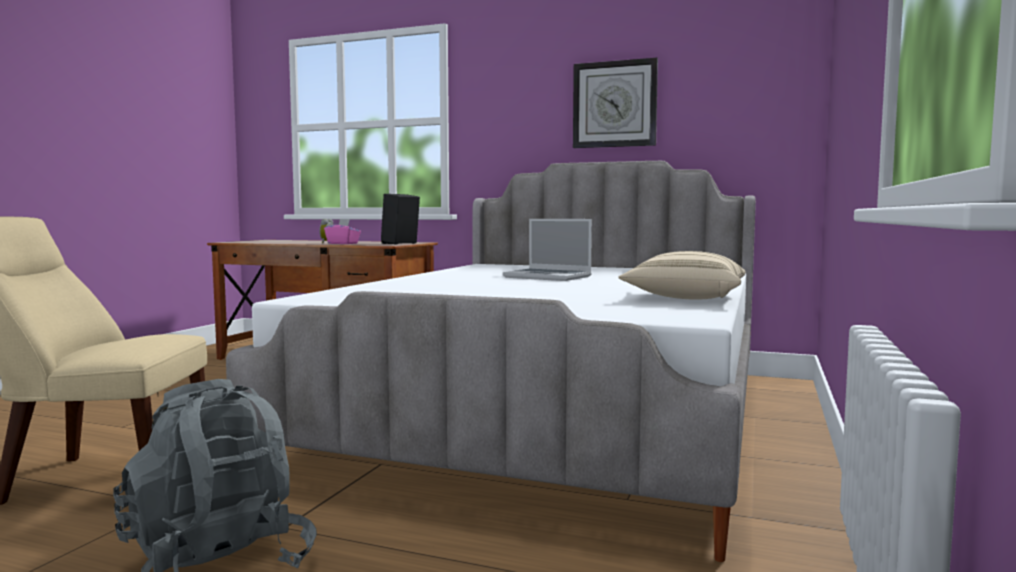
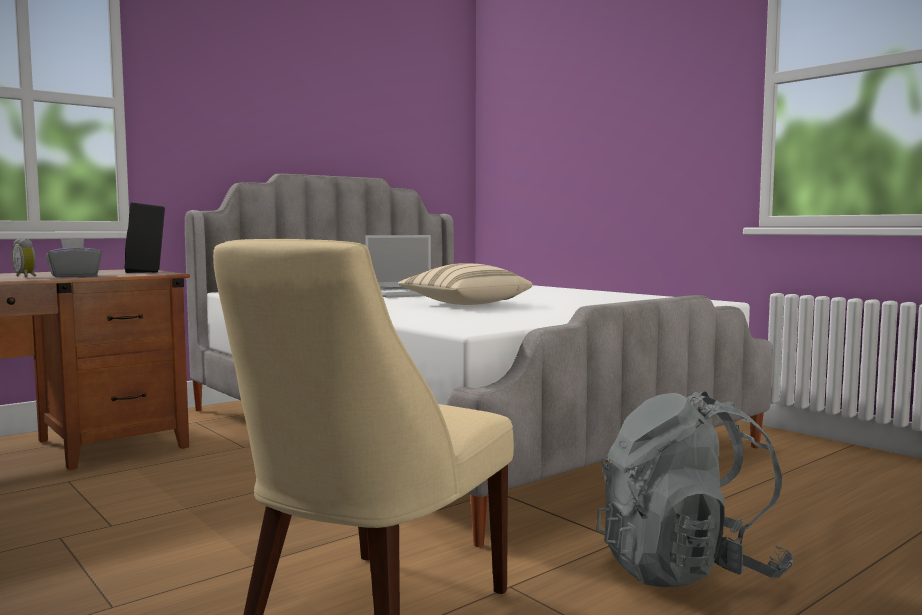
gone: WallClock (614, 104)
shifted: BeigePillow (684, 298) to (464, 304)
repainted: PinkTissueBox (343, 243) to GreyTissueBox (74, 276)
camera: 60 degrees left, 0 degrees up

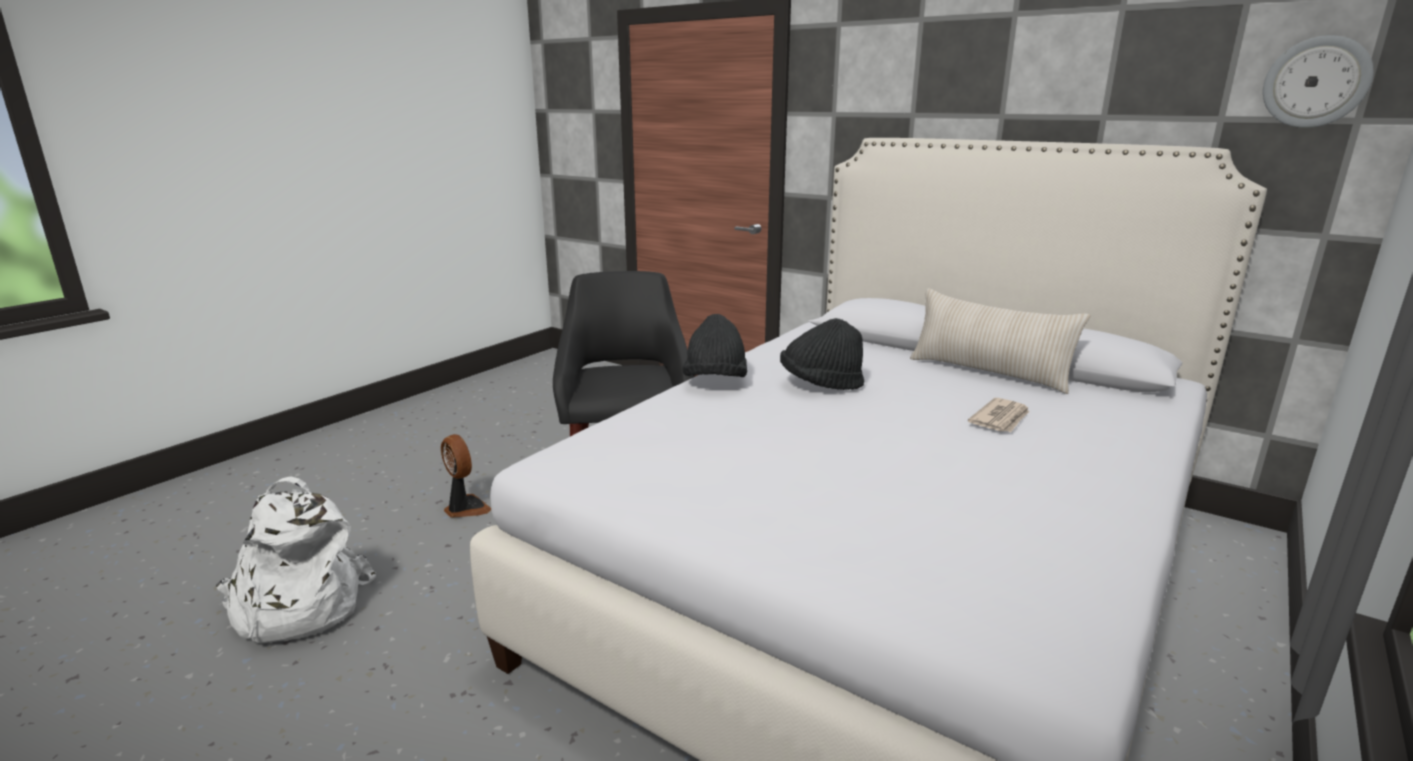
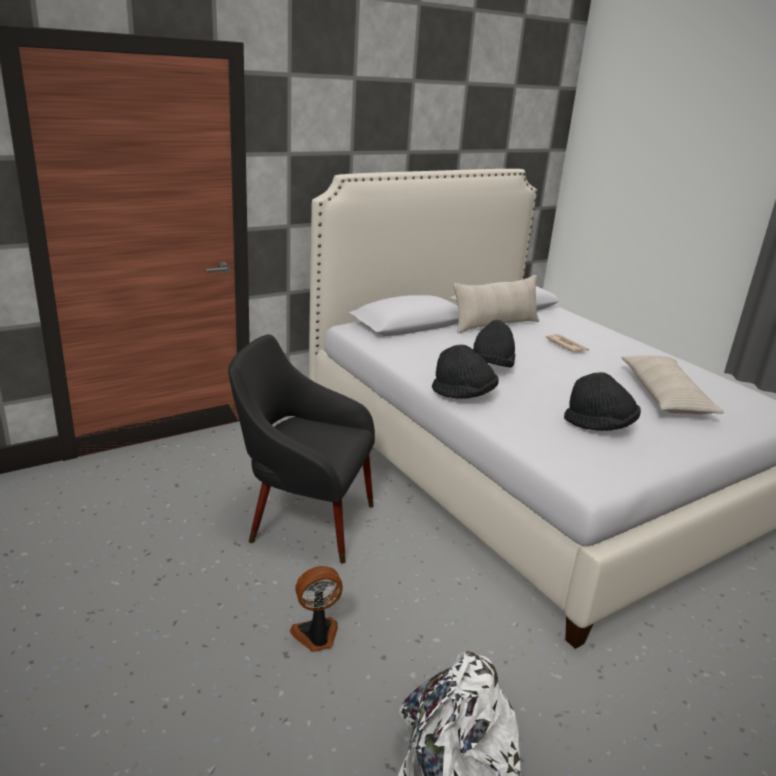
gone: WallClock (1316, 82)
new: BlackHat (599, 425); BeigePillow (665, 396)
camera: 70 degrees left, 5 degrees up

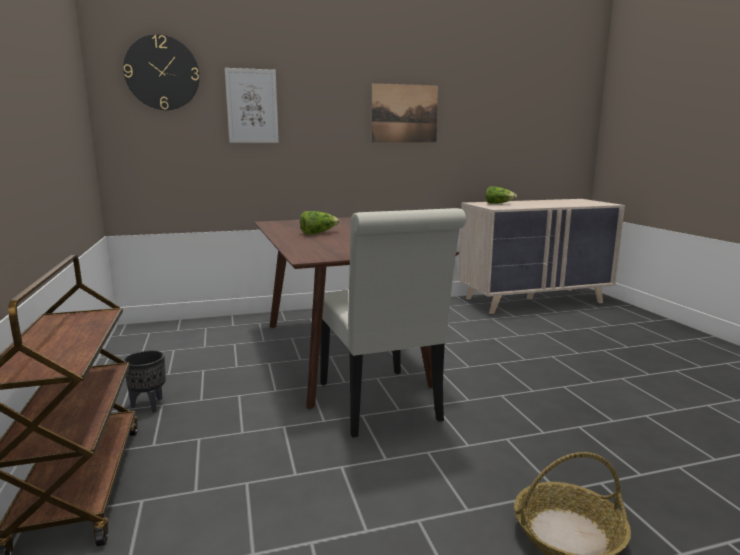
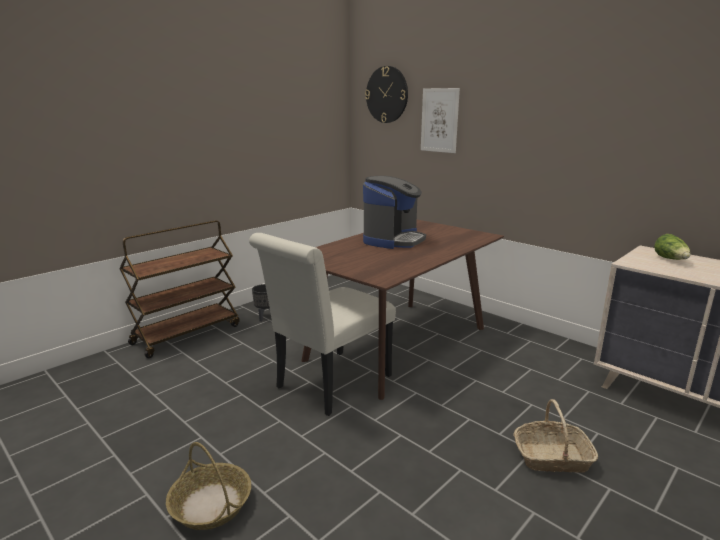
gone: Picture (404, 113)
new: Basket (552, 457)
swapped: Lettuce (318, 233) to CoffeeMachine (393, 240)
camera: 60 degrees right, 5 degrees up

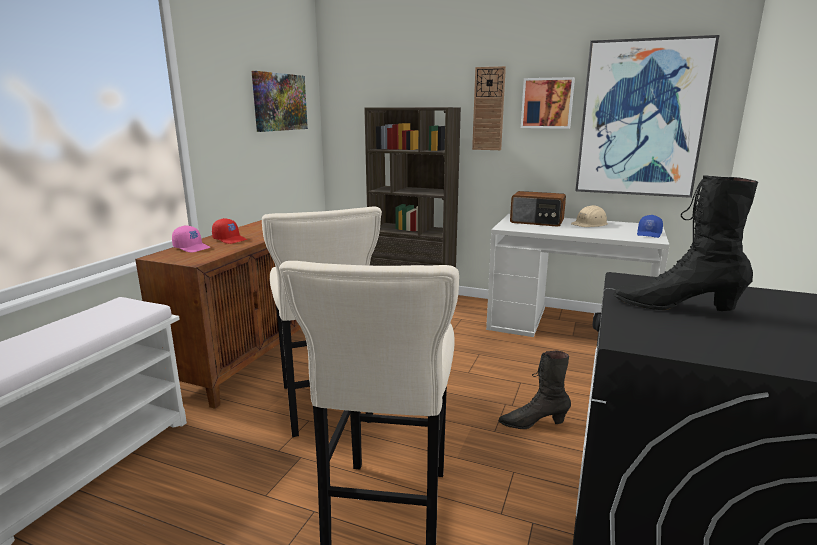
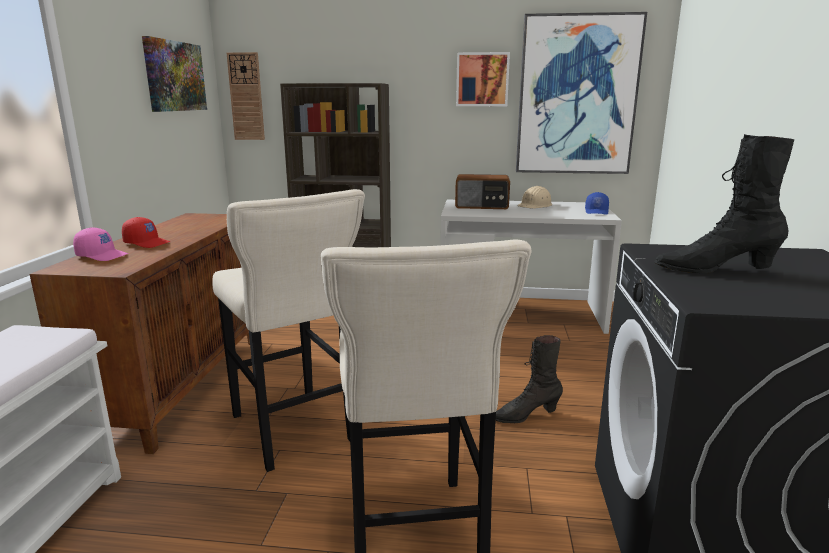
shifted: WallClock (488, 109) to (246, 97)
camera: 15 degrees left, 0 degrees up

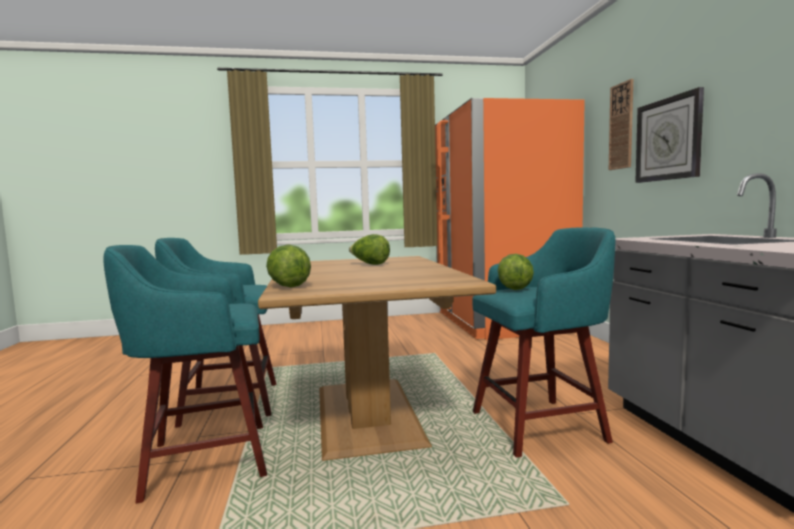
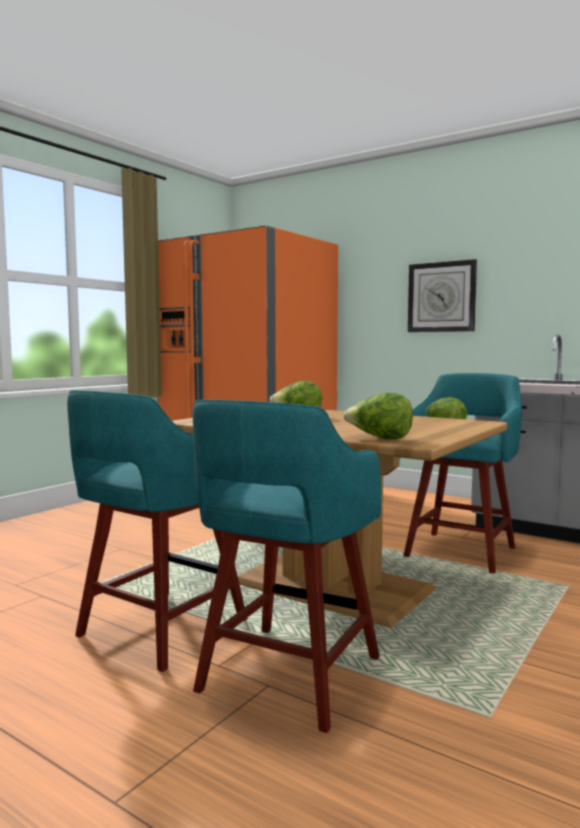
gone: WallClock (621, 126)
camera: 45 degrees left, 0 degrees up

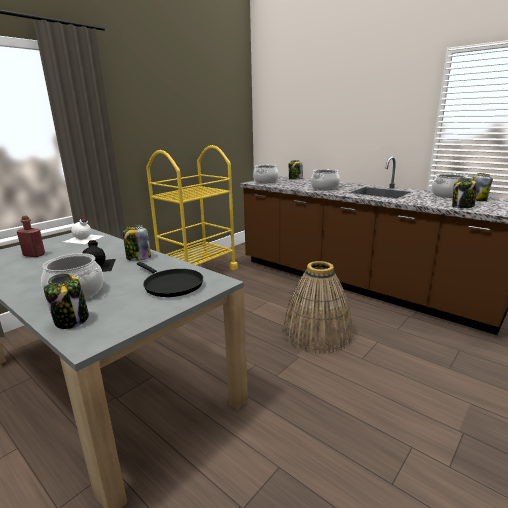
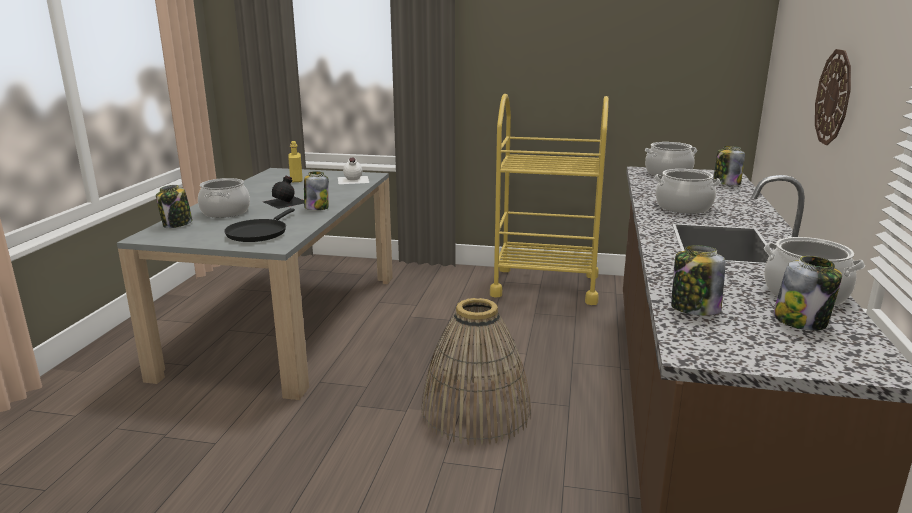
new: WallClock (834, 97)
repainted: RedBottle (34, 255) to YellowBottle (296, 180)
camera: 60 degrees right, 0 degrees up

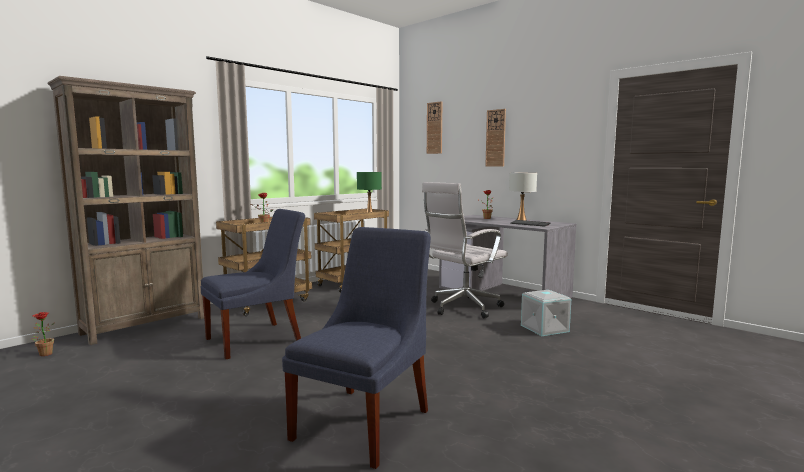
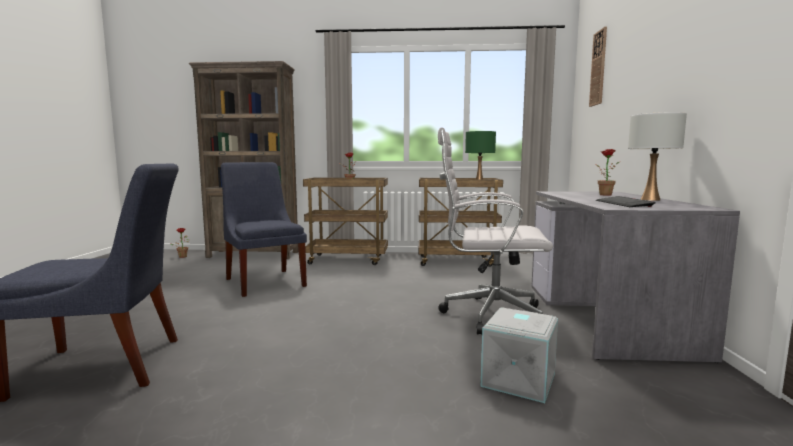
gone: WallClock (495, 138)
rotated: BlueChair (258, 339) = (265, 281) 135 degrees counterclockwise
camera: 50 degrees right, 0 degrees up

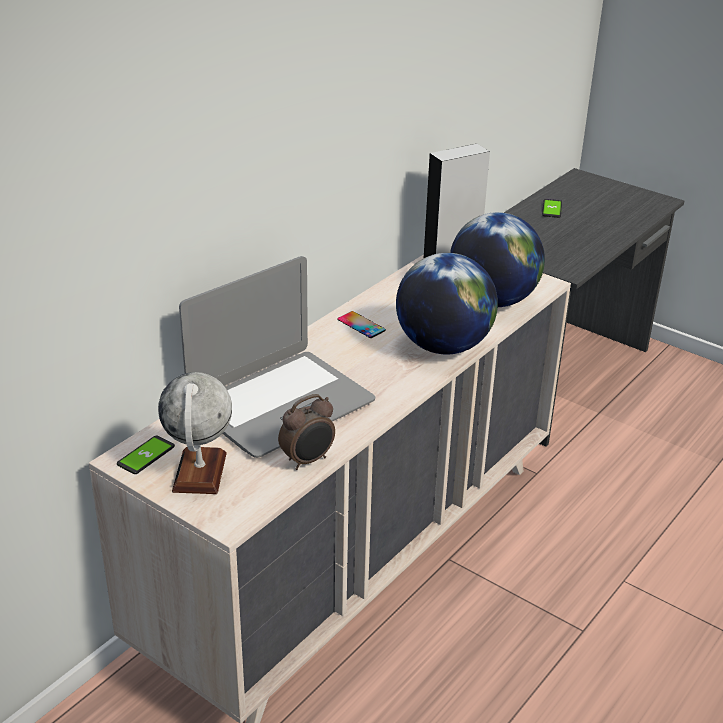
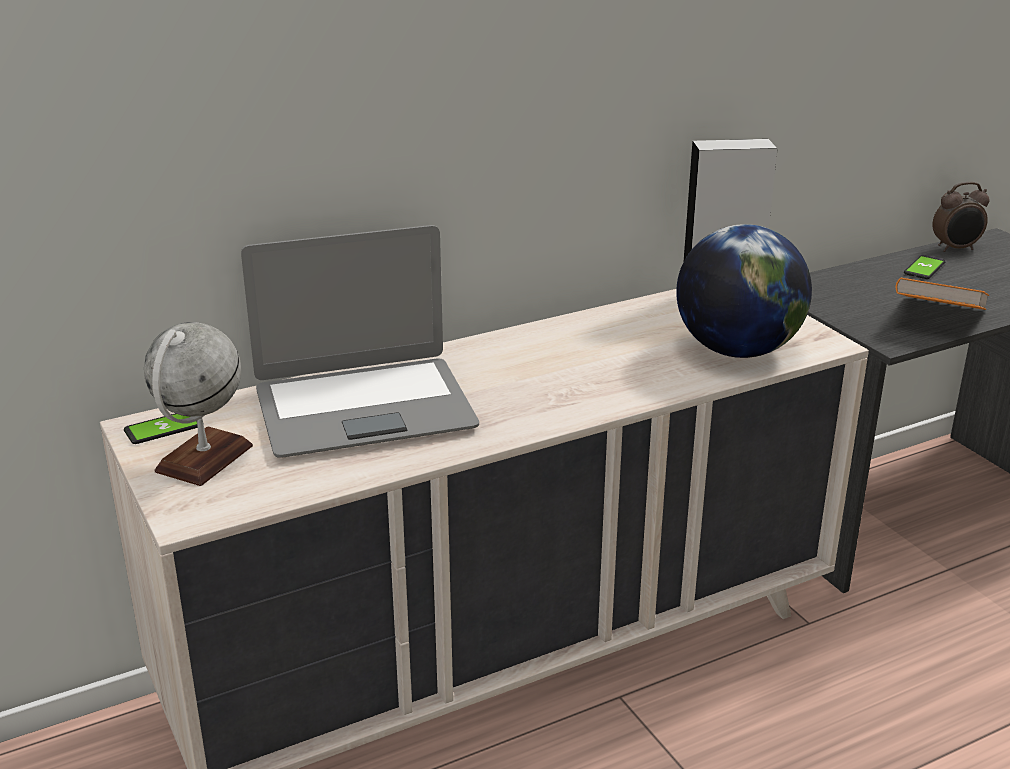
gone: Phone (361, 325); Globe (443, 346)
new: OrangeBook (938, 319)
shifted: AlarmClock (308, 460) to (956, 249)
camera: 25 degrees right, 5 degrees down

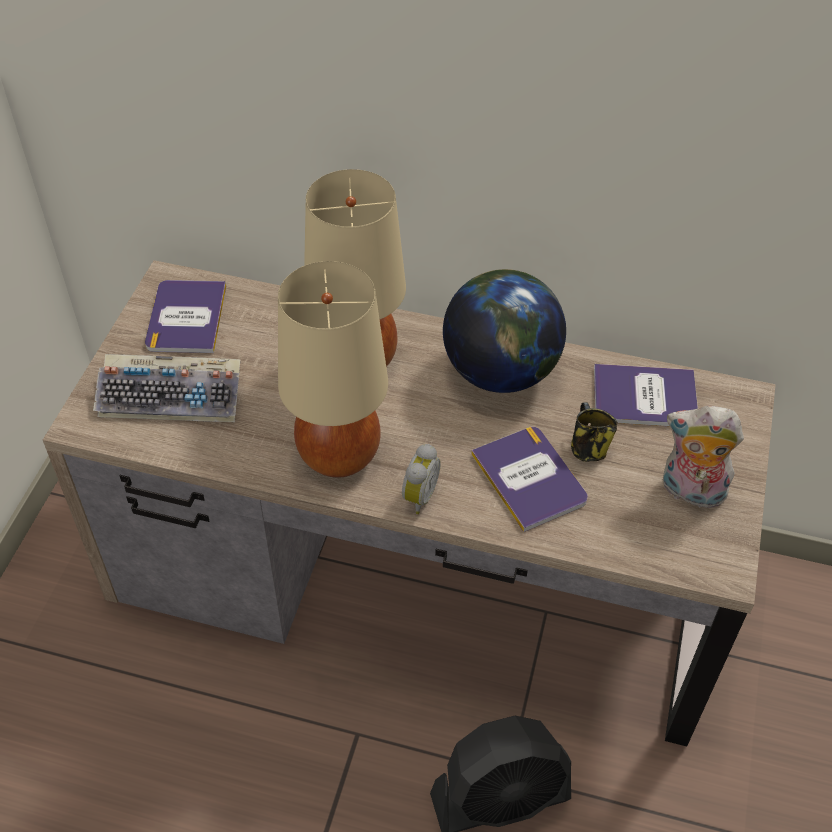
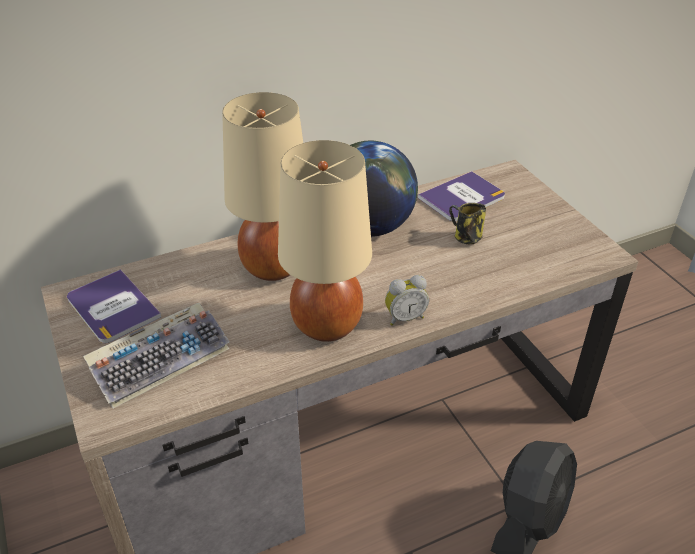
gone: Book (529, 478); PlushToy (690, 492)
rotated: AlarmClock (417, 495) = (404, 317) 90 degrees clockwise
camera: 40 degrees left, 10 degrees down

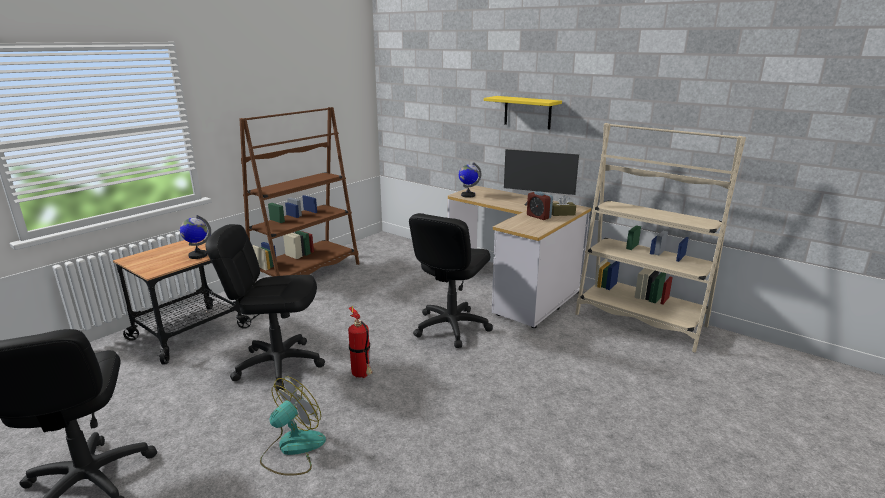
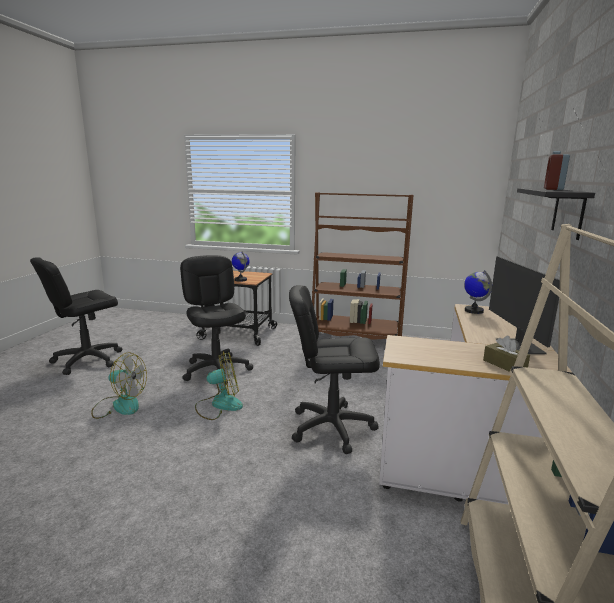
shifted: AlarmClock (538, 216) to (553, 189)
swapped: FireExtinguisher (362, 375) to Fan (219, 405)
repainted: YellowShelf (527, 112) to BlackShelf (568, 212)
camera: 65 degrees right, 5 degrees down

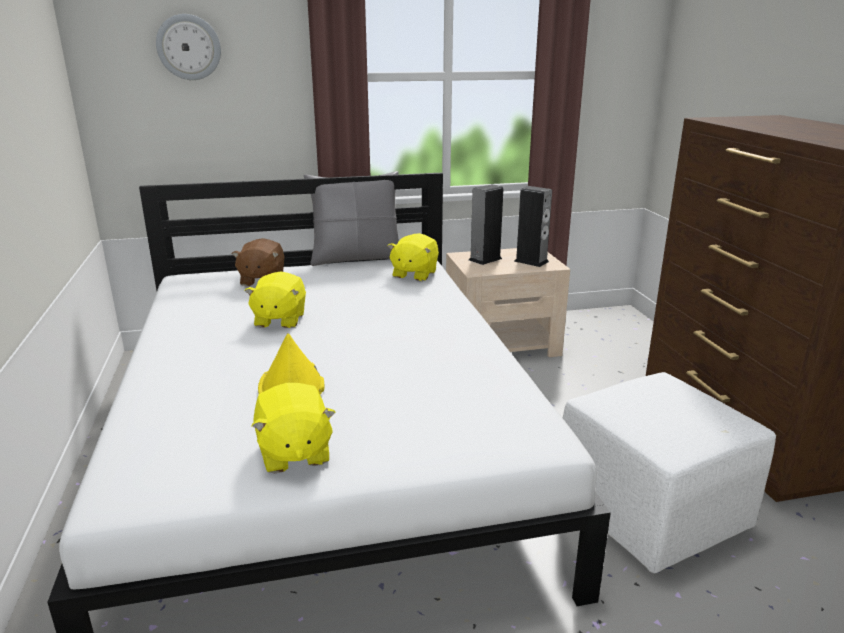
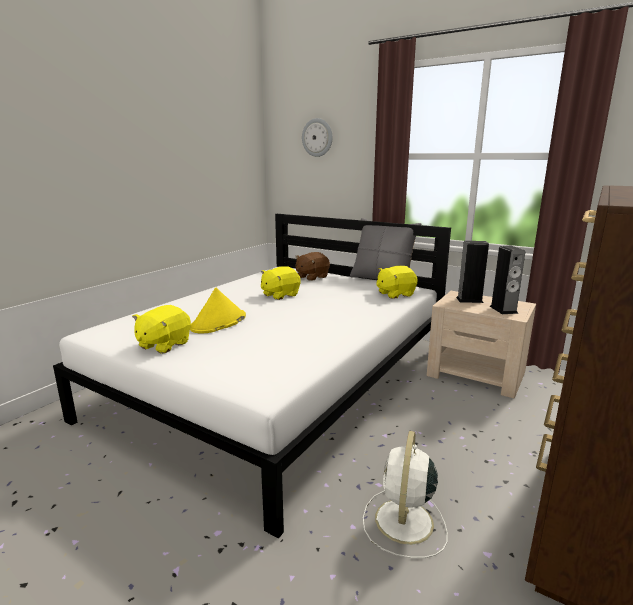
swapped: WhiteOttoman (652, 514) to WhiteFan (403, 523)
camera: 45 degrees right, 5 degrees down

